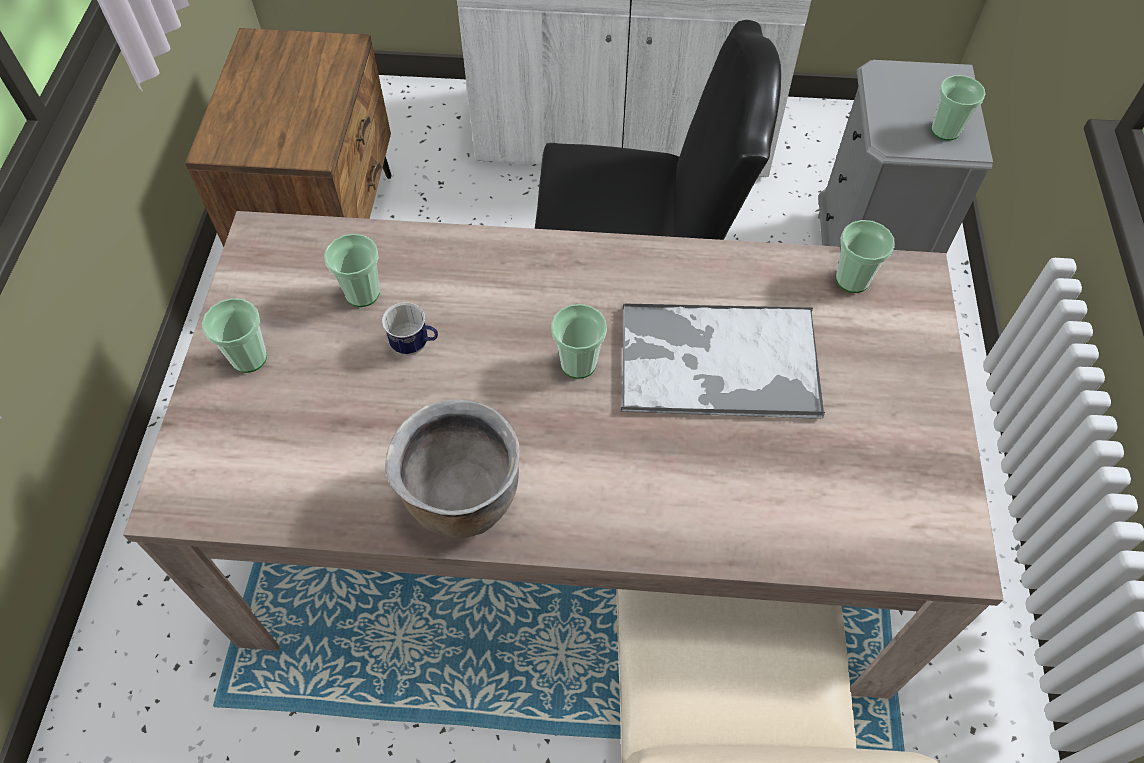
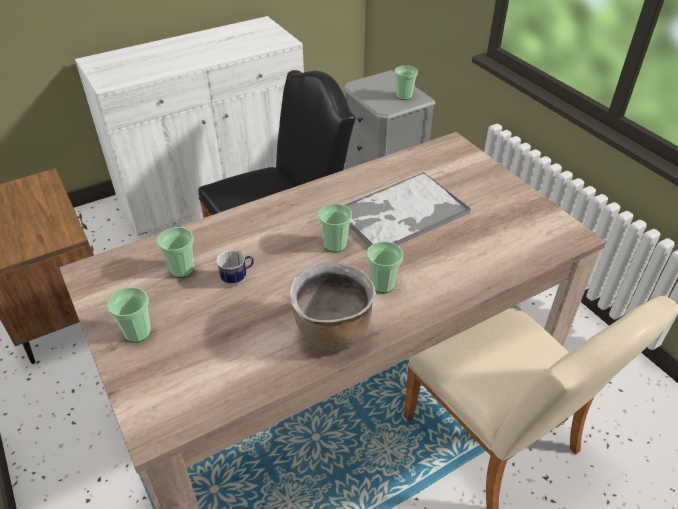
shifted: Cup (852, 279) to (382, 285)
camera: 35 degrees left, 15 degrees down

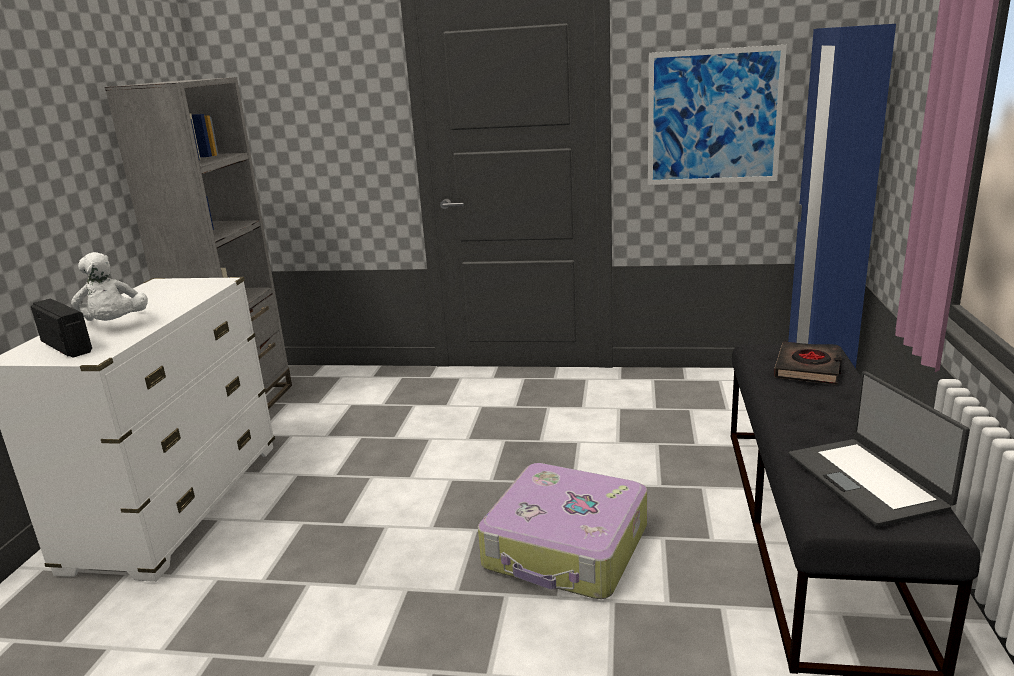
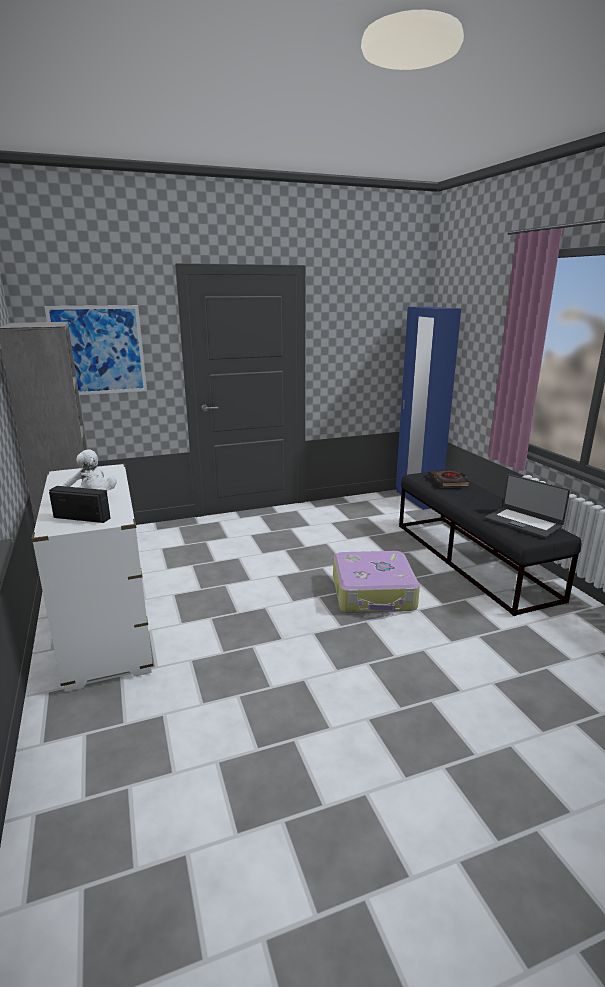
shifted: Picture (713, 117) to (98, 350)
camera: 30 degrees left, 0 degrees up

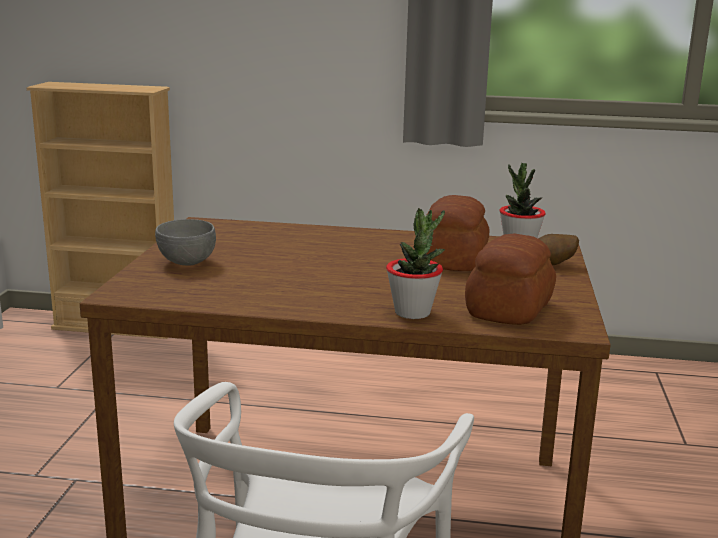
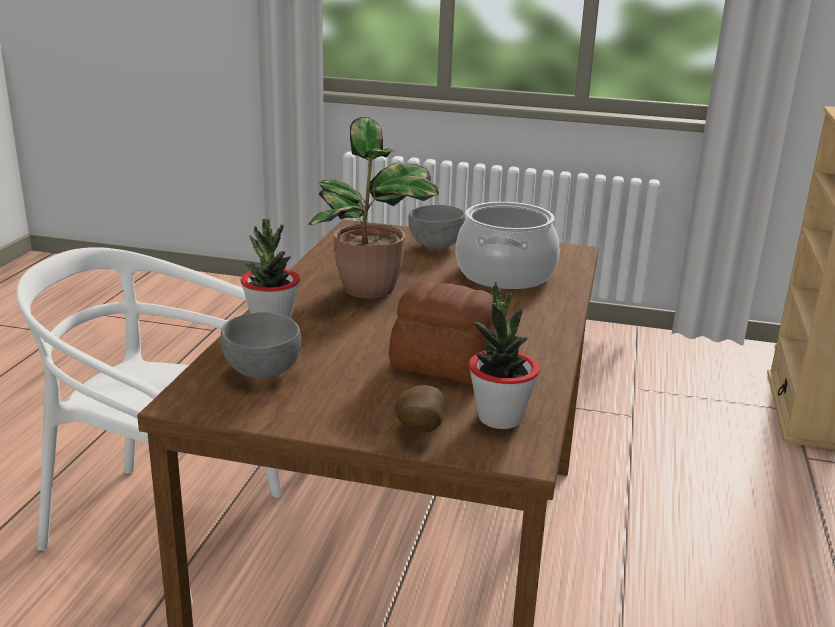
new: PottedPlant (370, 290); CookingPot (506, 274)
swapped: Bread (507, 309) to GreyBowl (262, 372)
camera: 95 degrees right, 5 degrees up

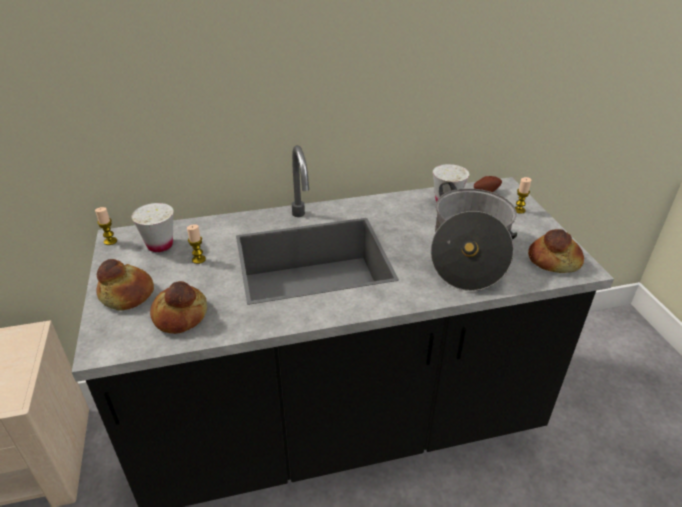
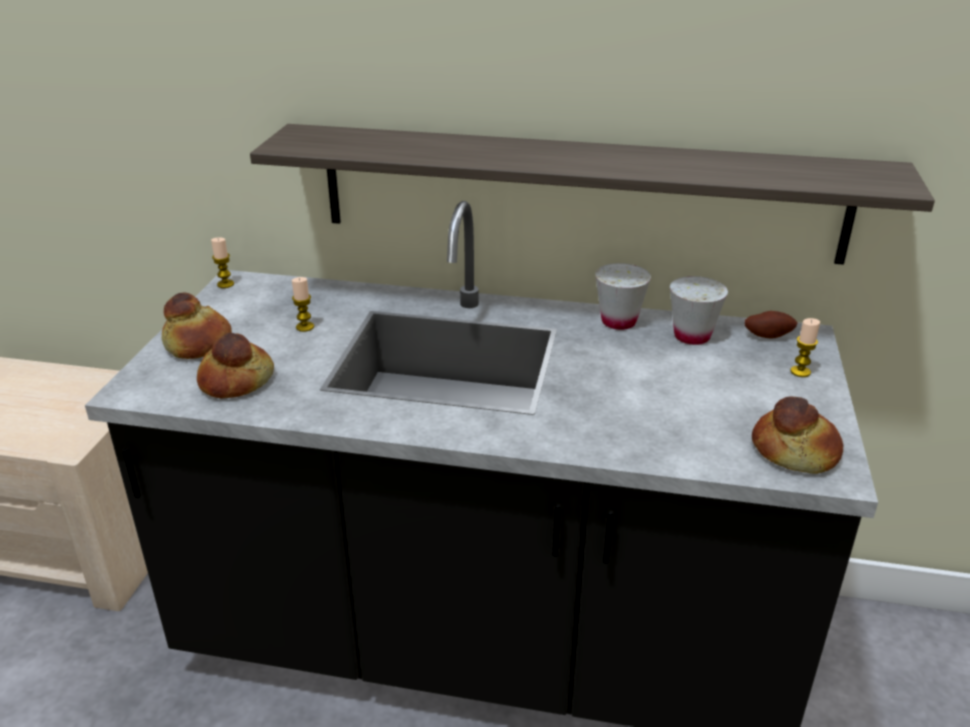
gone: CookingPot (468, 253)
new: Shelf (578, 193)
shifted: WhiteCup (160, 245) to (618, 322)
camera: 25 degrees right, 5 degrees down

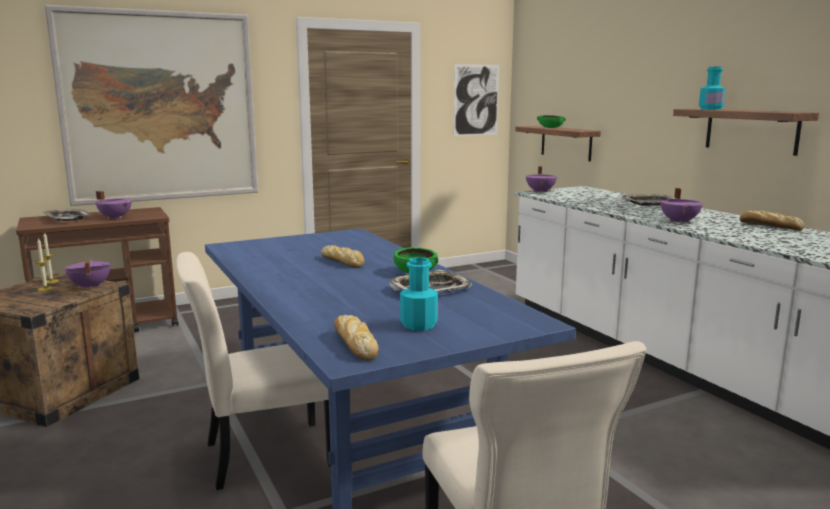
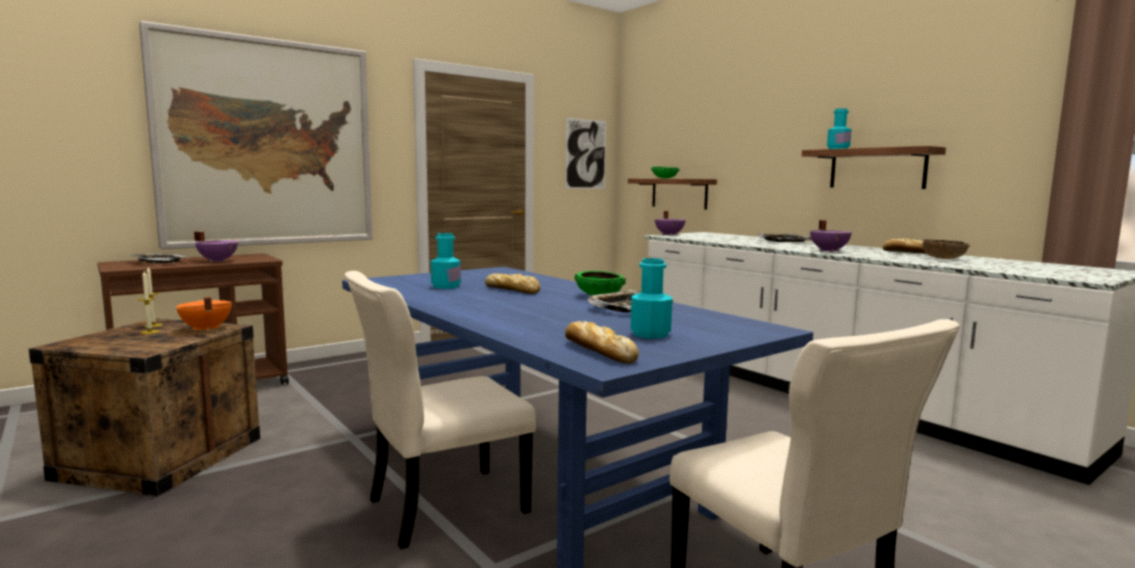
new: TurquoiseBottle (446, 286); BrownBowl (943, 258)
repainted: PurpleCookingPot (89, 287) to OrangeCookingPot (205, 329)
camera: 10 degrees left, 5 degrees down

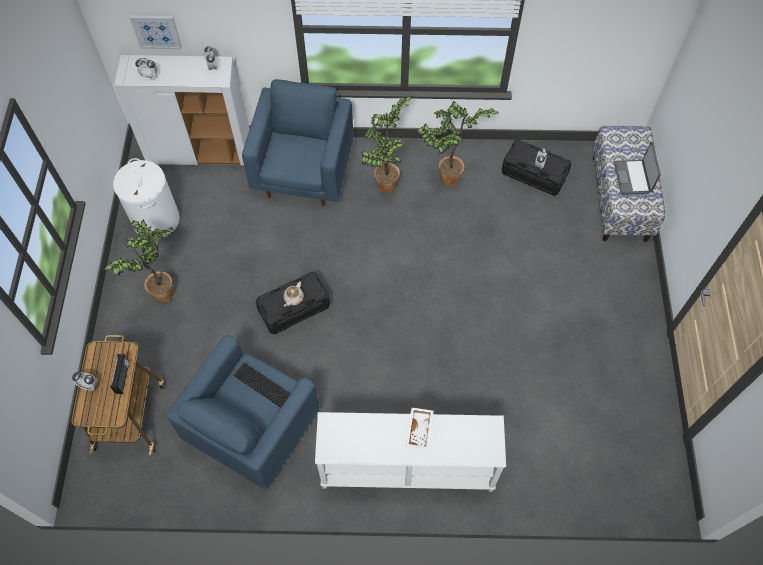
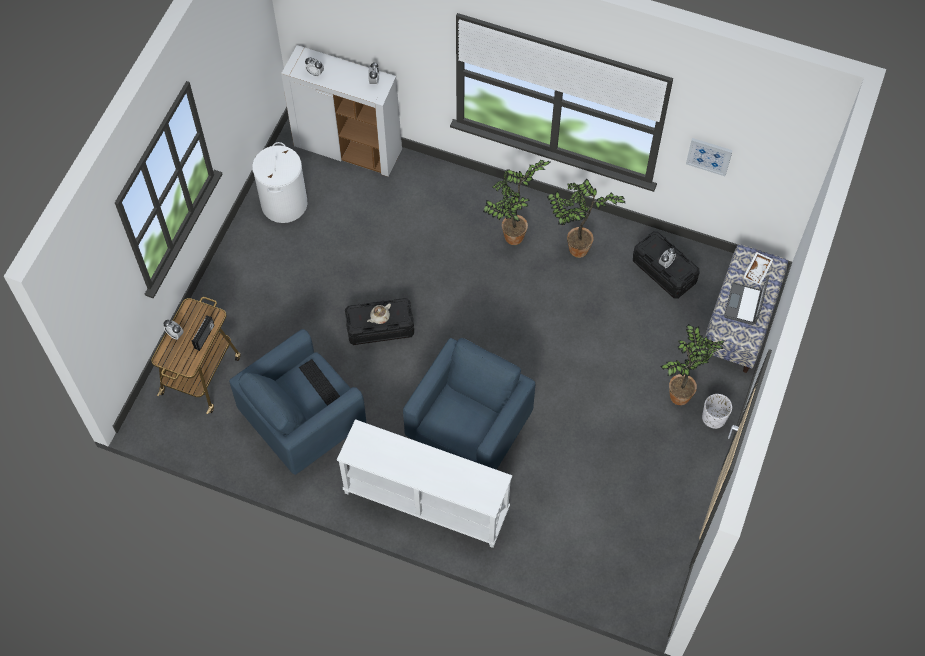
new: WhitePlanter (713, 418)
shifted: PottedPlant (164, 291) to (681, 393); Picture (156, 31) to (709, 156); BlueArmchair (303, 173) to (468, 431); WhiteTray (420, 430) to (758, 271)
camera: 20 degrees right, 0 degrees up

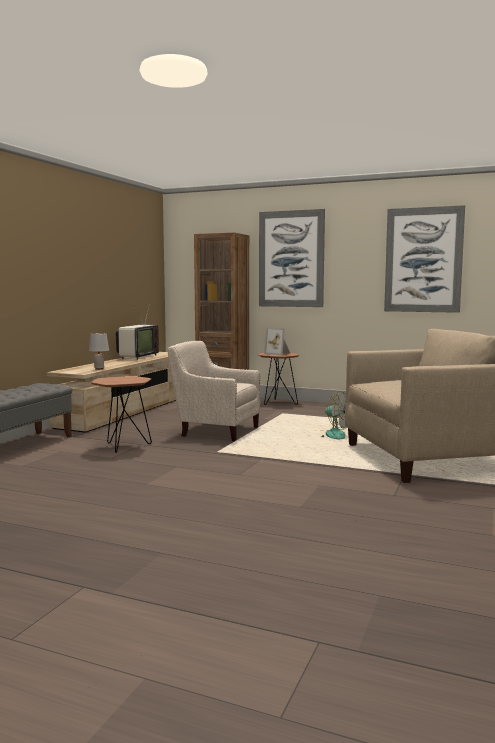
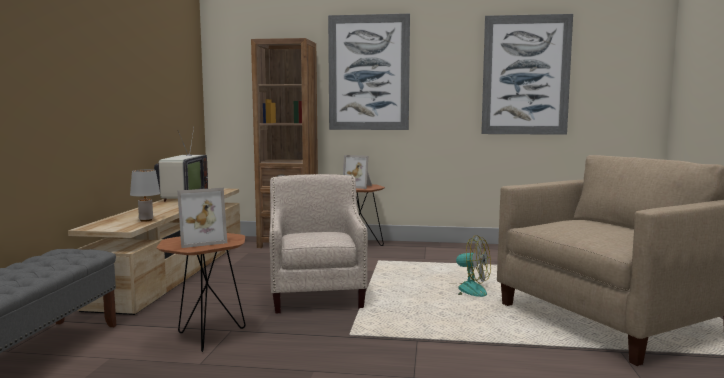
new: PictureFrame (200, 241)
rotated: BeigeArmchair (216, 430) = (318, 295) 75 degrees clockwise
camera: 15 degrees left, 0 degrees up

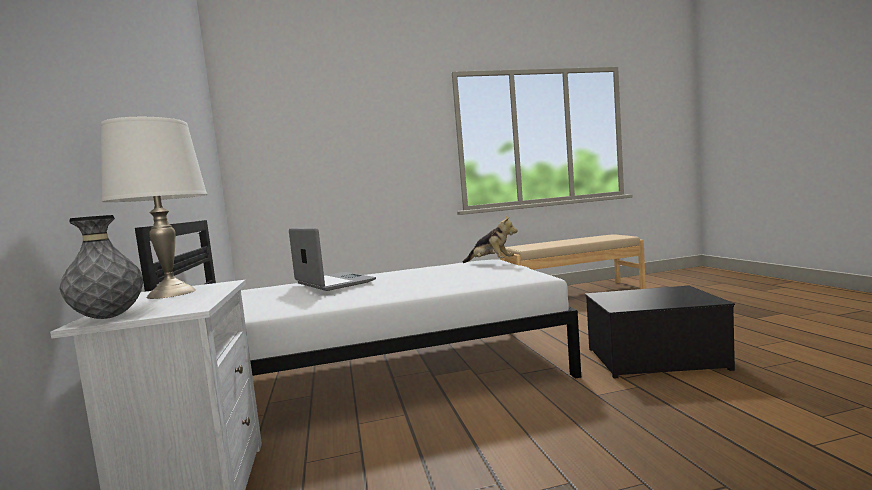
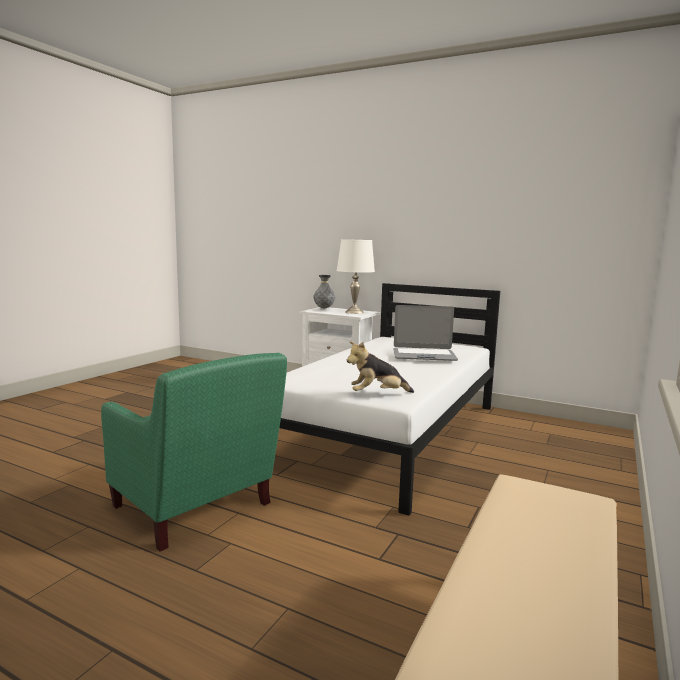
swapped: StorageBox (655, 358) to GreenArmchair (195, 510)
camera: 130 degrees right, 5 degrees up

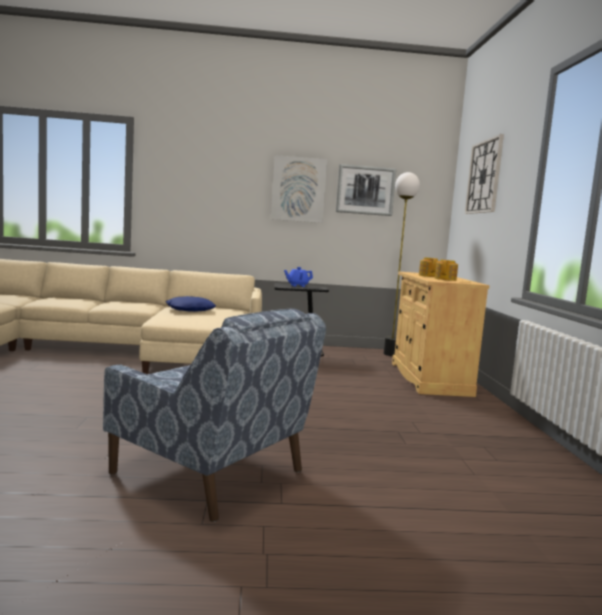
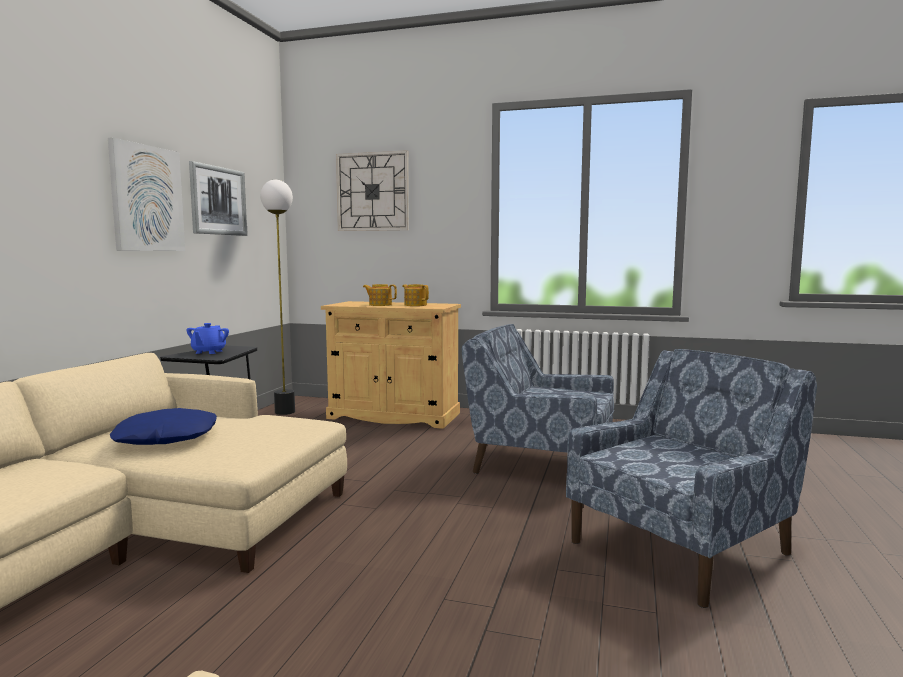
new: BlueArmchair (539, 464)
camera: 70 degrees left, 0 degrees up

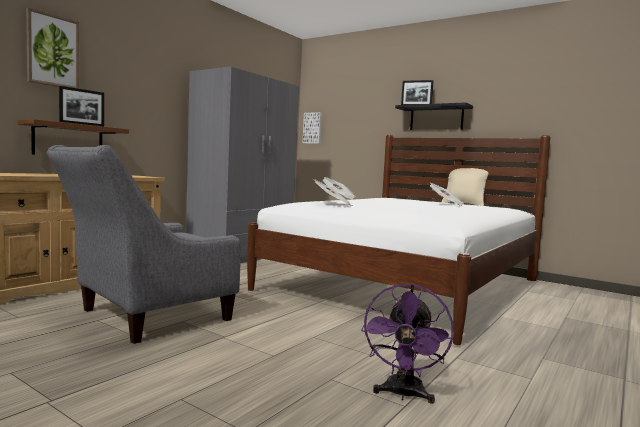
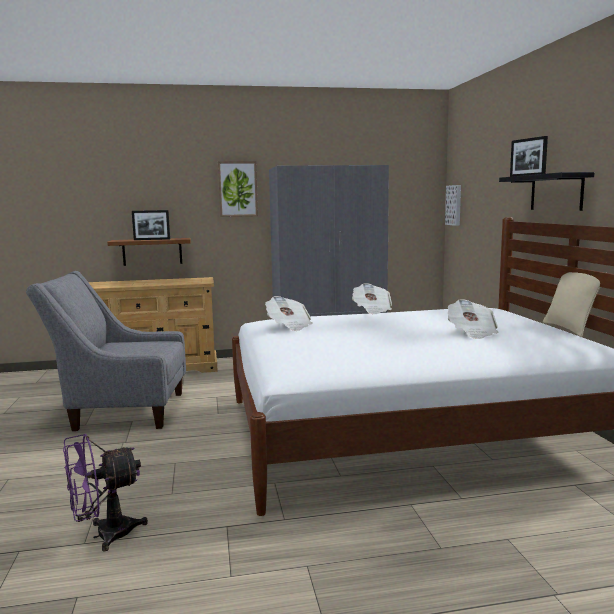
shifted: Picture (52, 51) to (238, 189)
camera: 45 degrees right, 5 degrees up

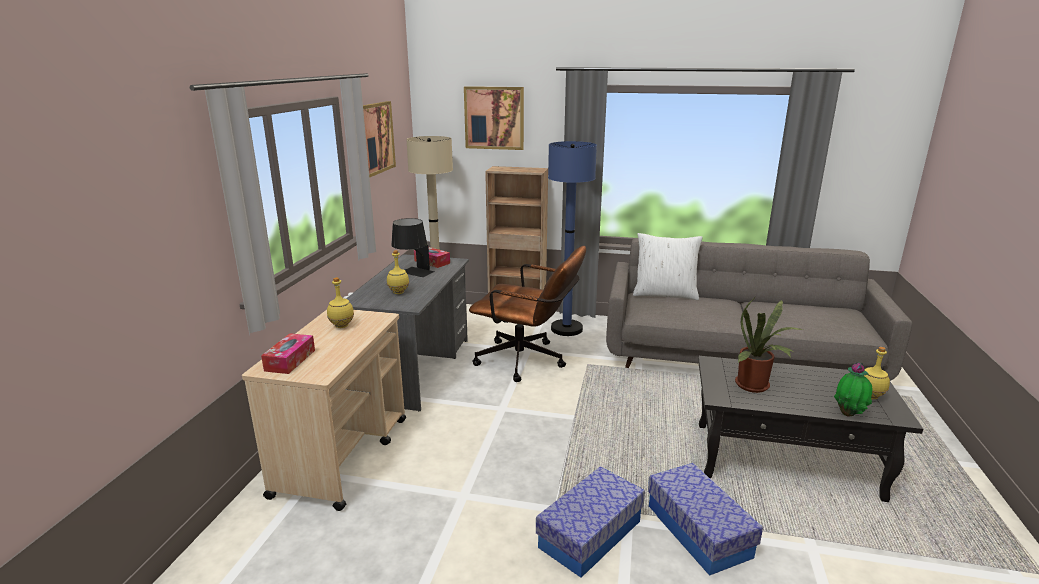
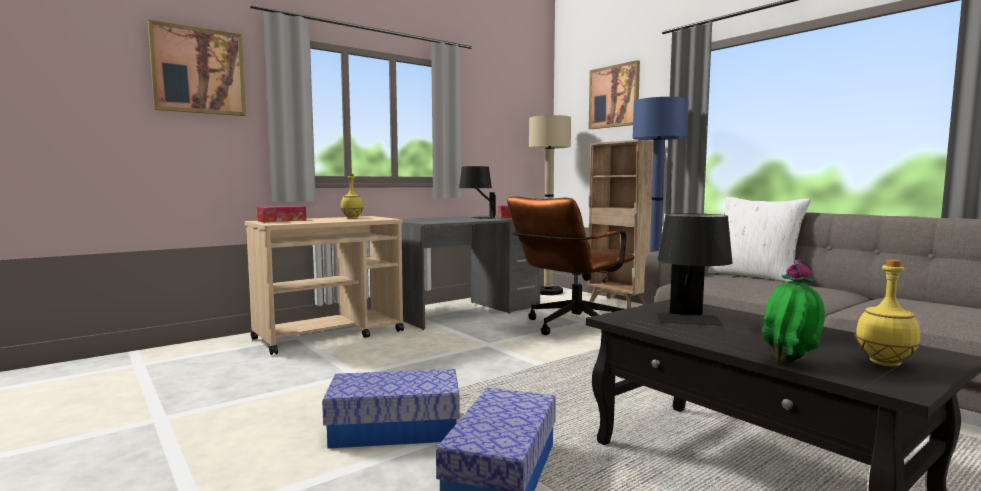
gone: YellowBottle (398, 292)
shifted: Picture (375, 138) to (198, 71)
swapped: PottedPlant (755, 387) to BlackTableLamp (691, 322)
rotated: BrownOfficeChair (528, 361) = (569, 327) 75 degrees clockwise
camera: 40 degrees right, 15 degrees down

